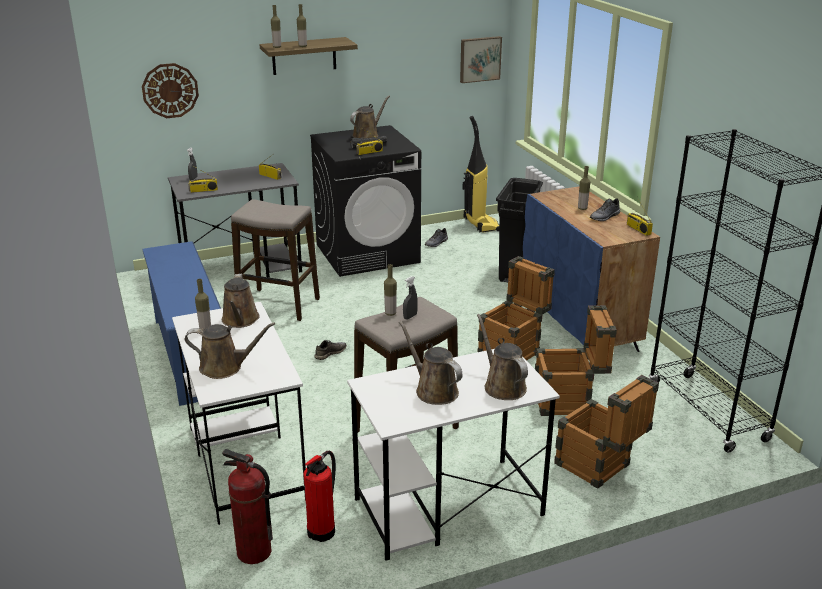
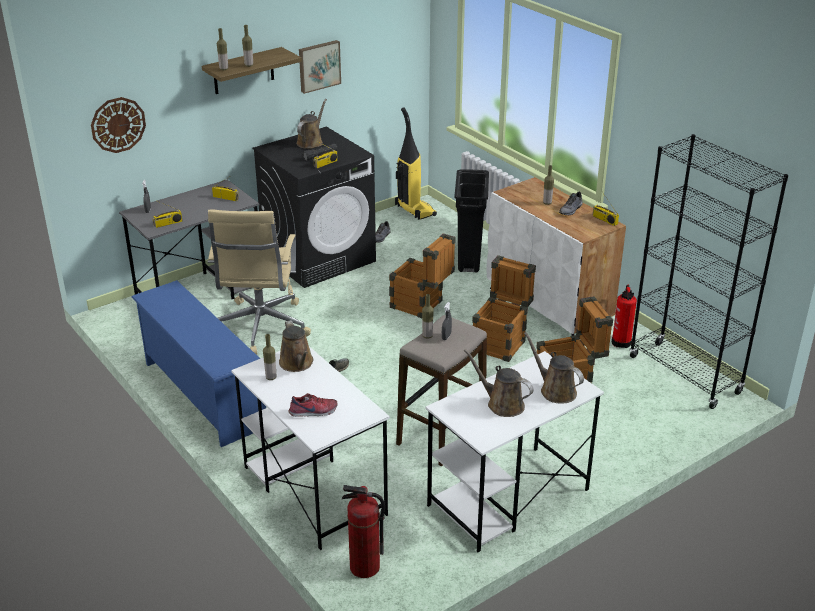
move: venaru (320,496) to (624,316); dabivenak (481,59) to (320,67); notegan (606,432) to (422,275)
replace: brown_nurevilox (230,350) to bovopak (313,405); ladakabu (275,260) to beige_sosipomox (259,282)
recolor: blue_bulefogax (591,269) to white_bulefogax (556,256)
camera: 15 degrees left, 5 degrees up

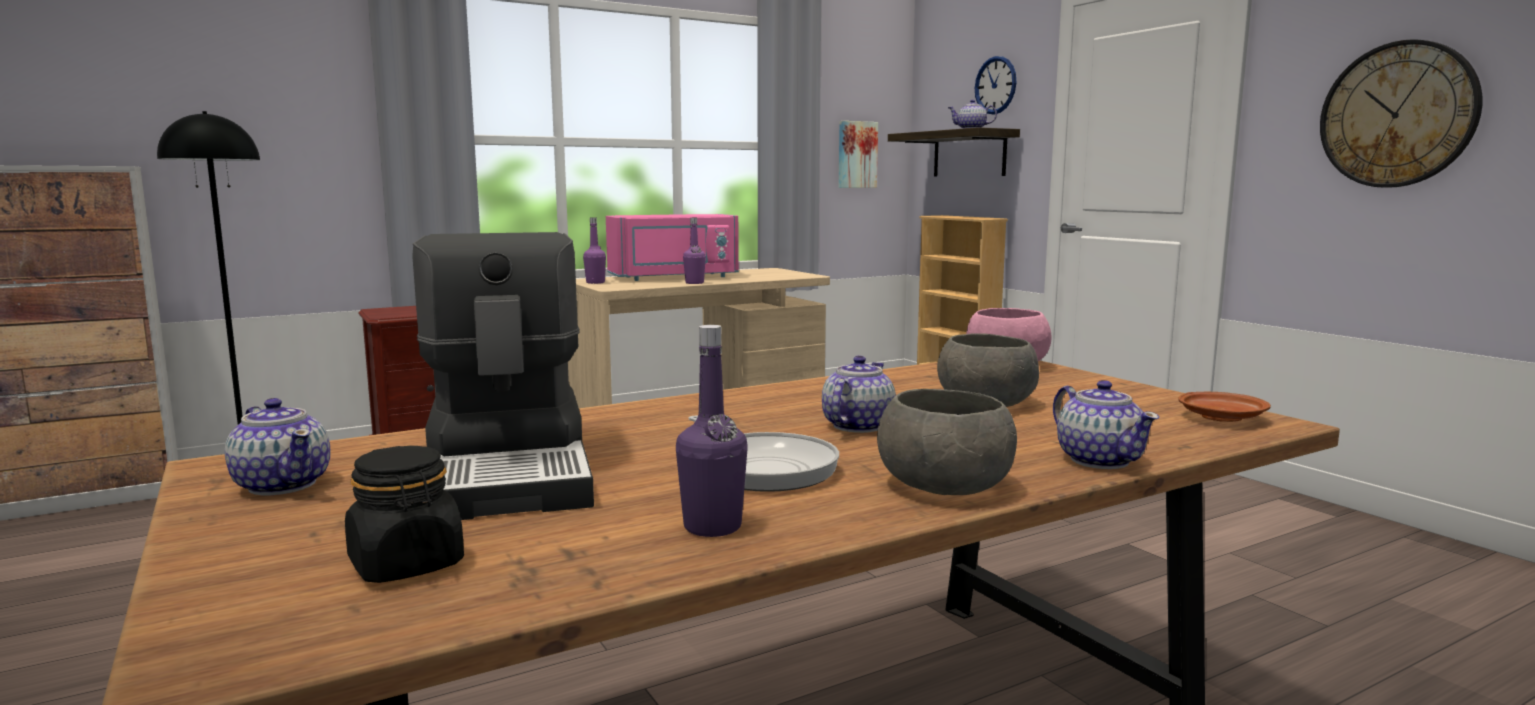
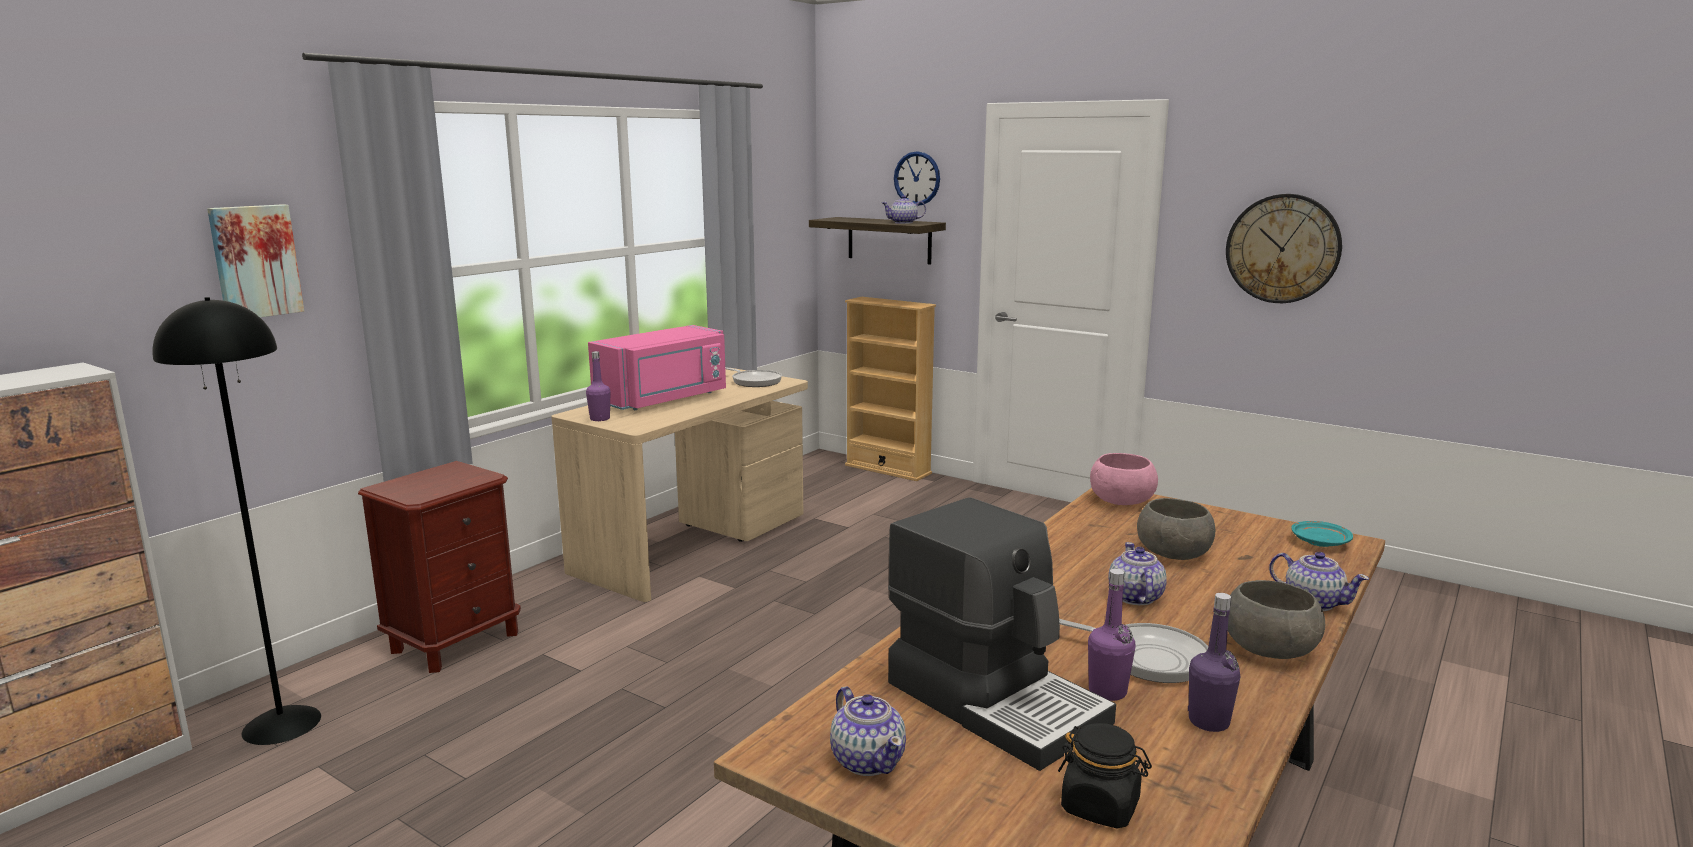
insert: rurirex (753,377)
move: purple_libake (694,251) to (1111,635); dabivenak (858,154) to (255,260)
recolor: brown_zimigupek (1225,407) to turquoise_zimigupek (1322,534)
rotate: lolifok (278,446) = (868,731) 45 degrees clockwise
camera: 25 degrees left, 5 degrees up

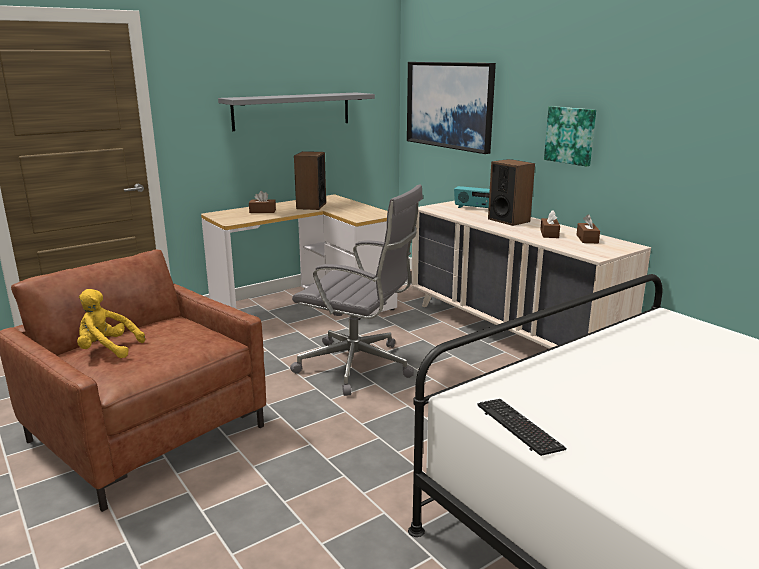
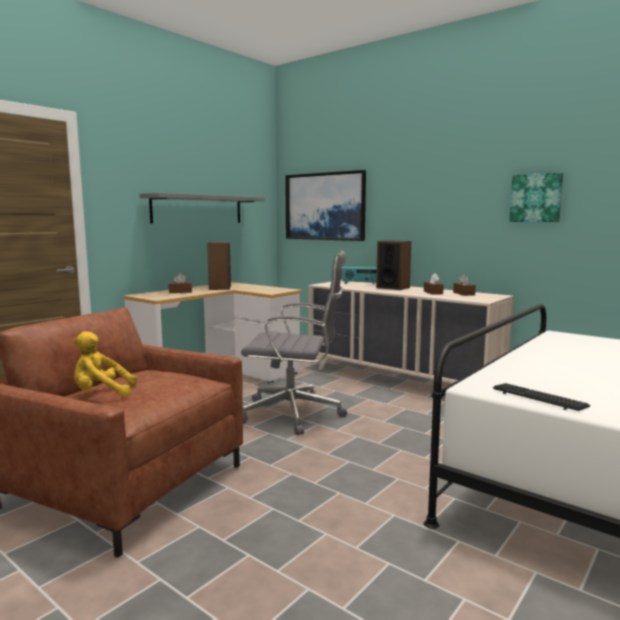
move: dabivenak (570,136) to (536,197)
camera: 15 degrees left, 10 degrees down

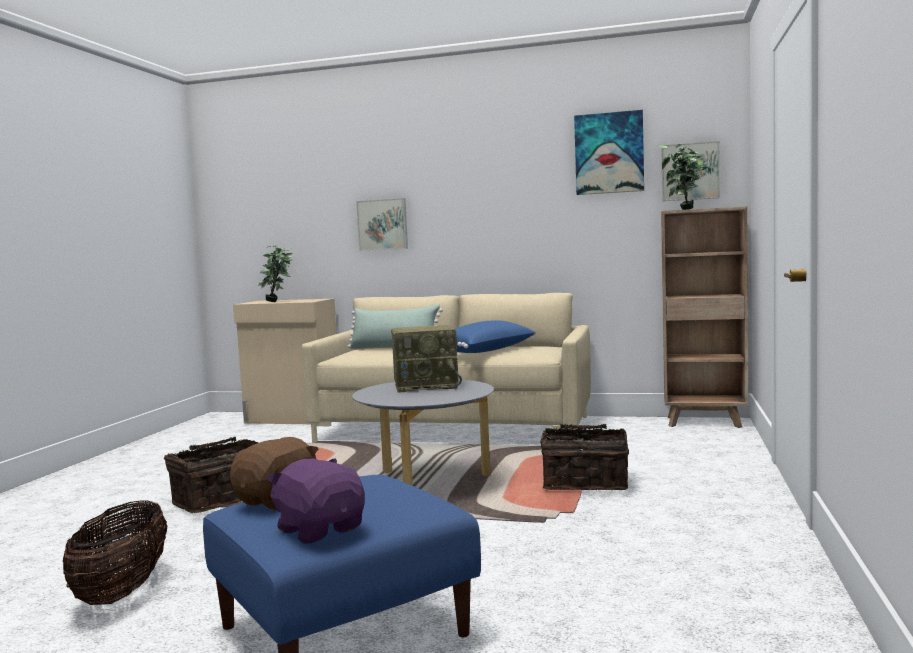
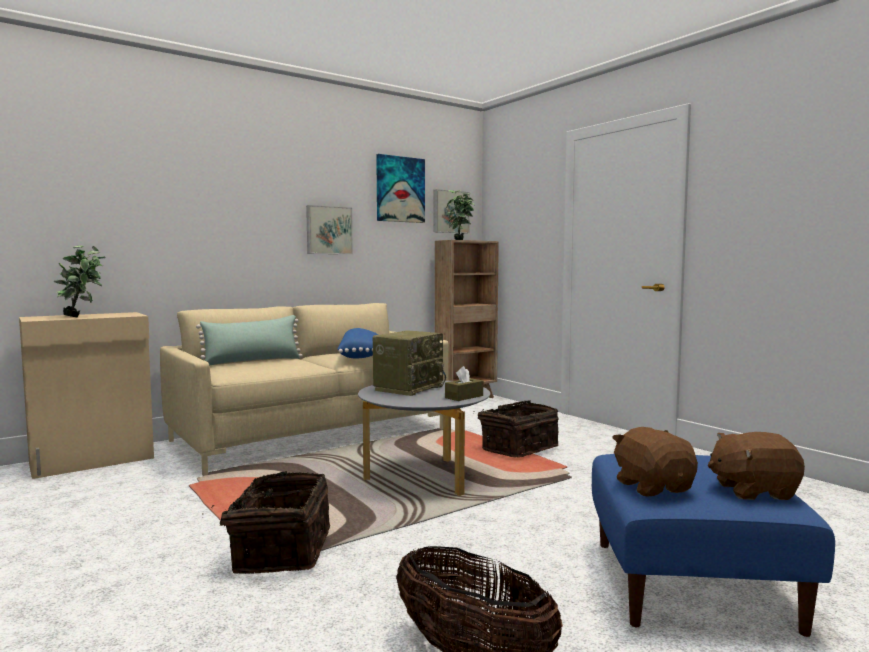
insert: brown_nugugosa (464,383)
move: dabivenak (382,224) to (329,229)
recolor: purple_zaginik (315,501) to brown_zaginik (756,466)
camera: 50 degrees left, 0 degrees up

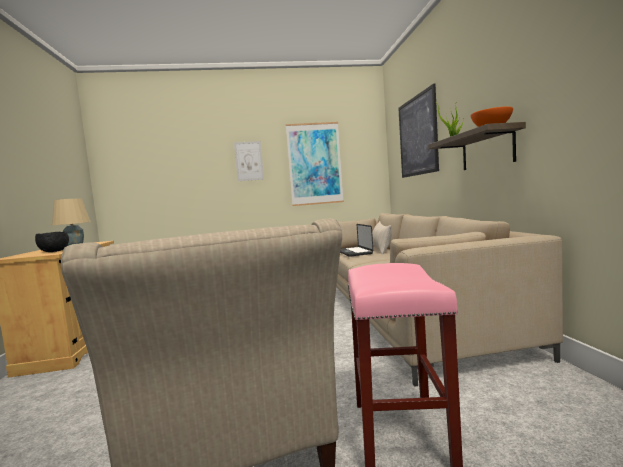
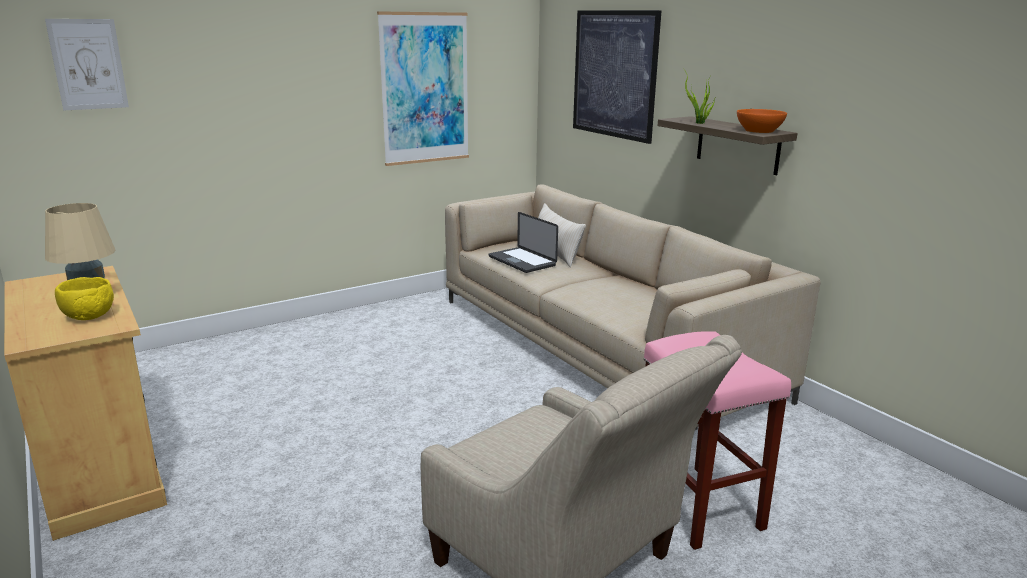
move: dabivenak (249,161) to (87,65)
recolor: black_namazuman (52,242) to yellow_namazuman (84,298)
camera: 25 degrees left, 15 degrees up

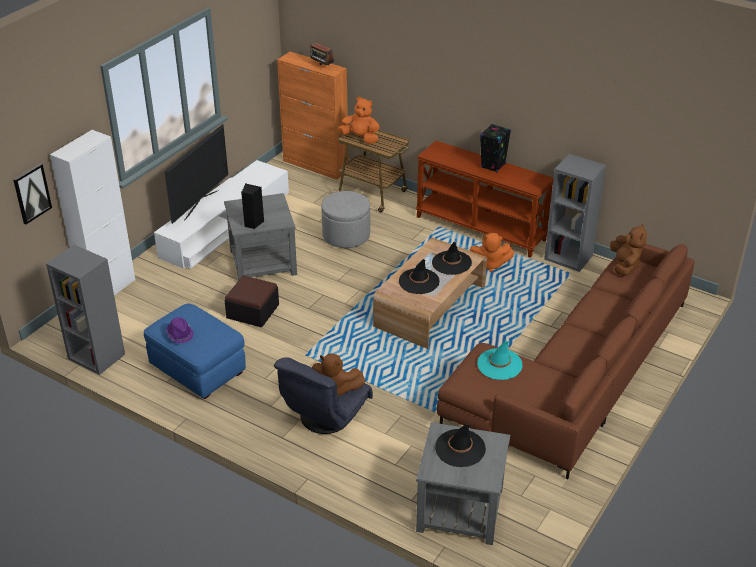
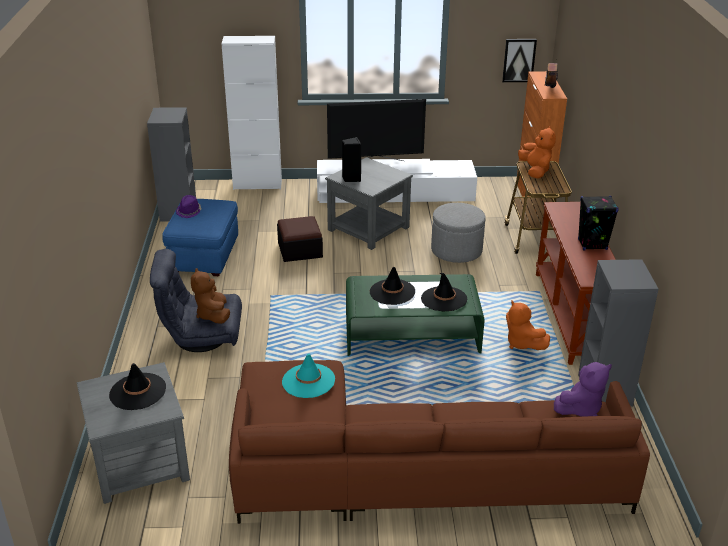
move: dabivenak (32,193) to (519,60)
recolor: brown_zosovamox (430,293) to green_zosovamox (415,315); brown_zaginik (628,250) to purple_zaginik (583,389)
camera: 55 degrees right, 5 degrees down

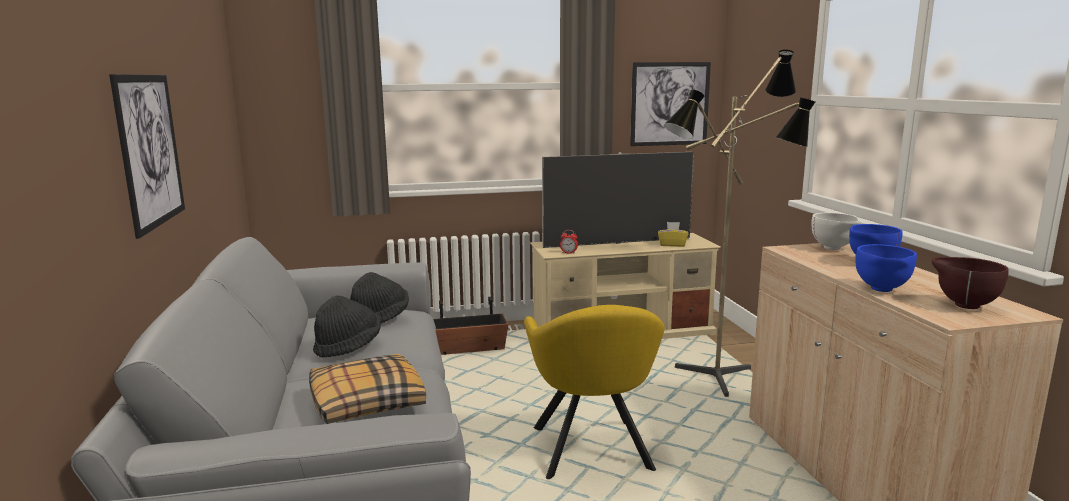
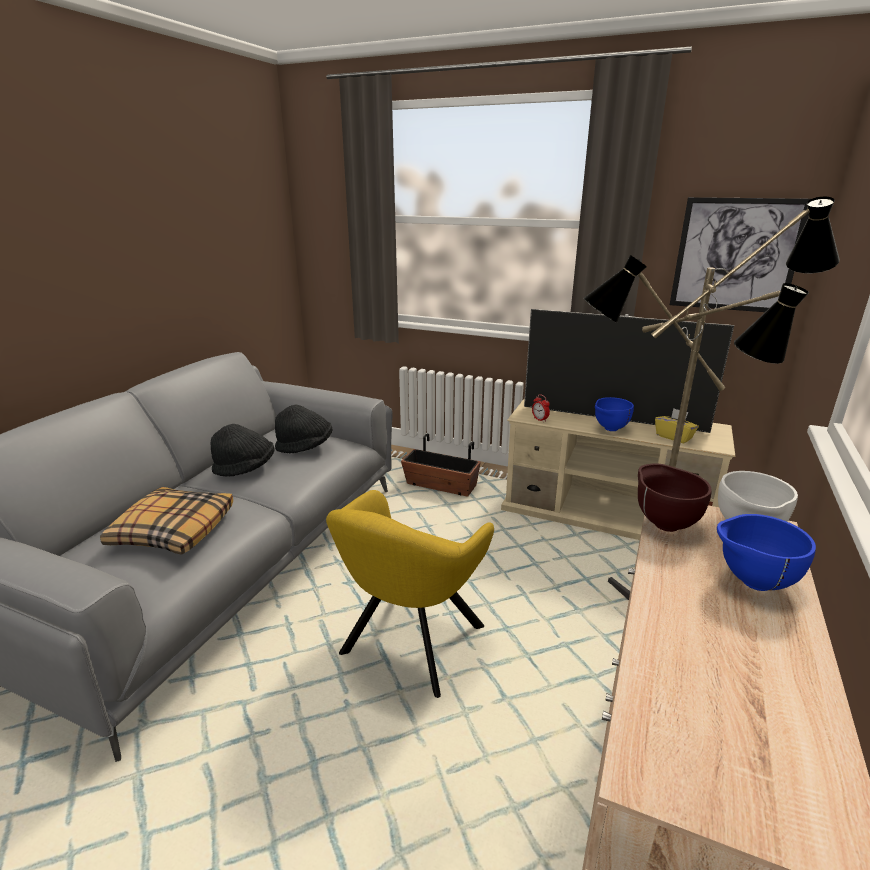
delete: dabivenak (147,156)
move: blue_namazuman (886,268) to (614,414); brown_namazuman (970,283) to (675,497)
camera: 35 degrees right, 10 degrees up

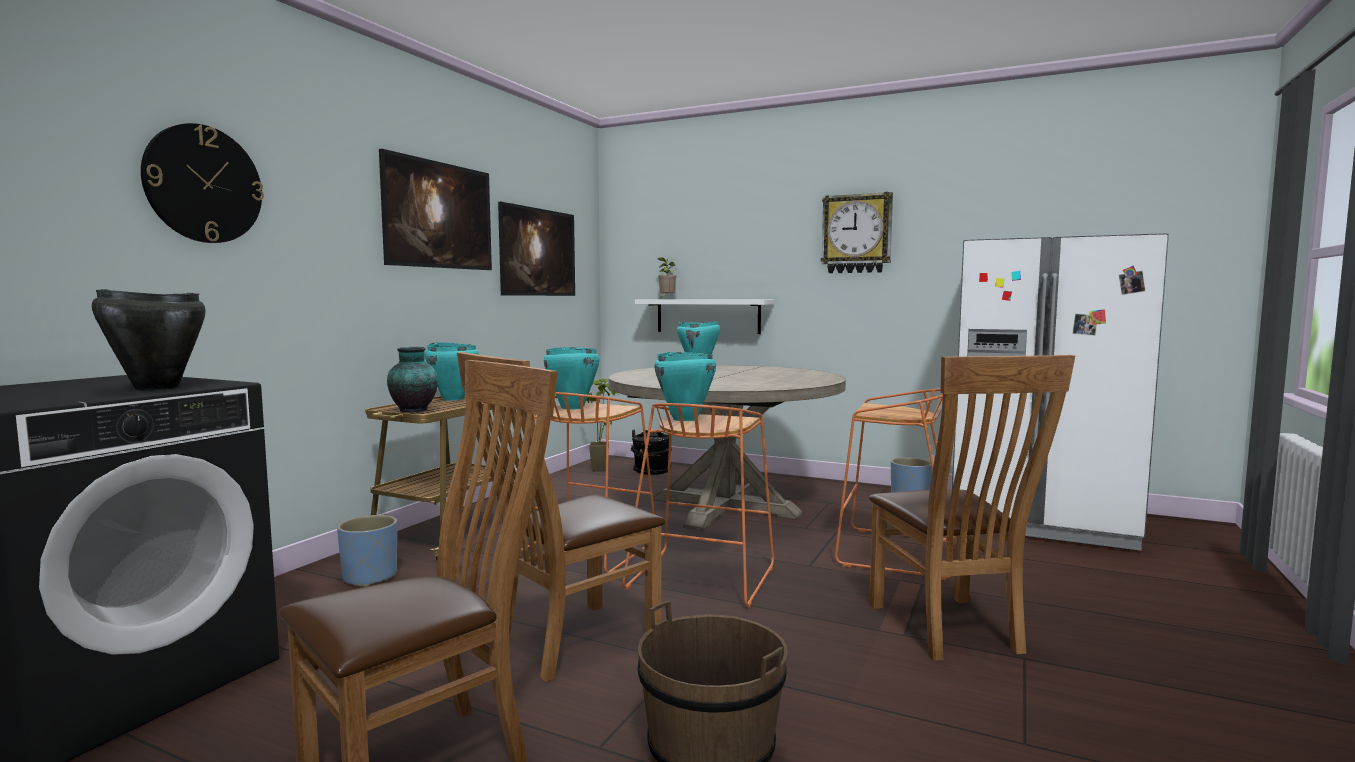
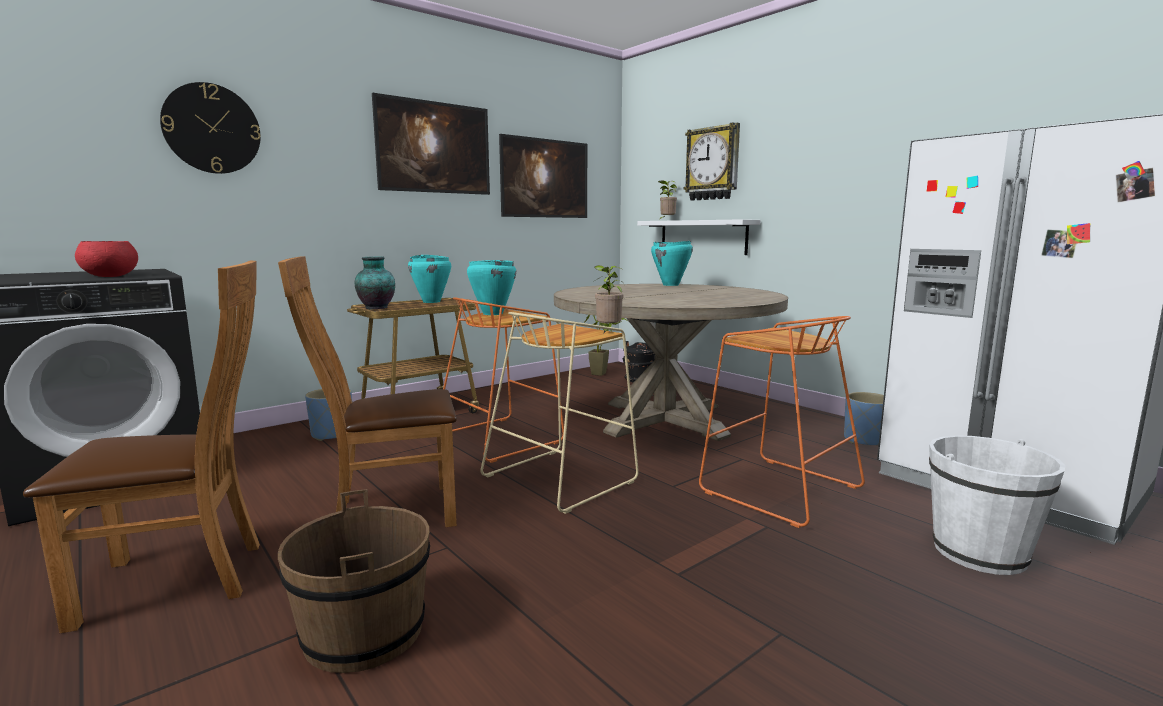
delete: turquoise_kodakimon (685,386); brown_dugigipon (972,508)
insert: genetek (609,299); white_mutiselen (997,505)
move: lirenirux (857,232) to (712,162)
replace: black_kodakimon (149,340) to red_namazuman (106,259)
recolor: orange_ladakabu (698,505) to beige_ladakabu (559,413)
camera: 25 degrees right, 5 degrees up

